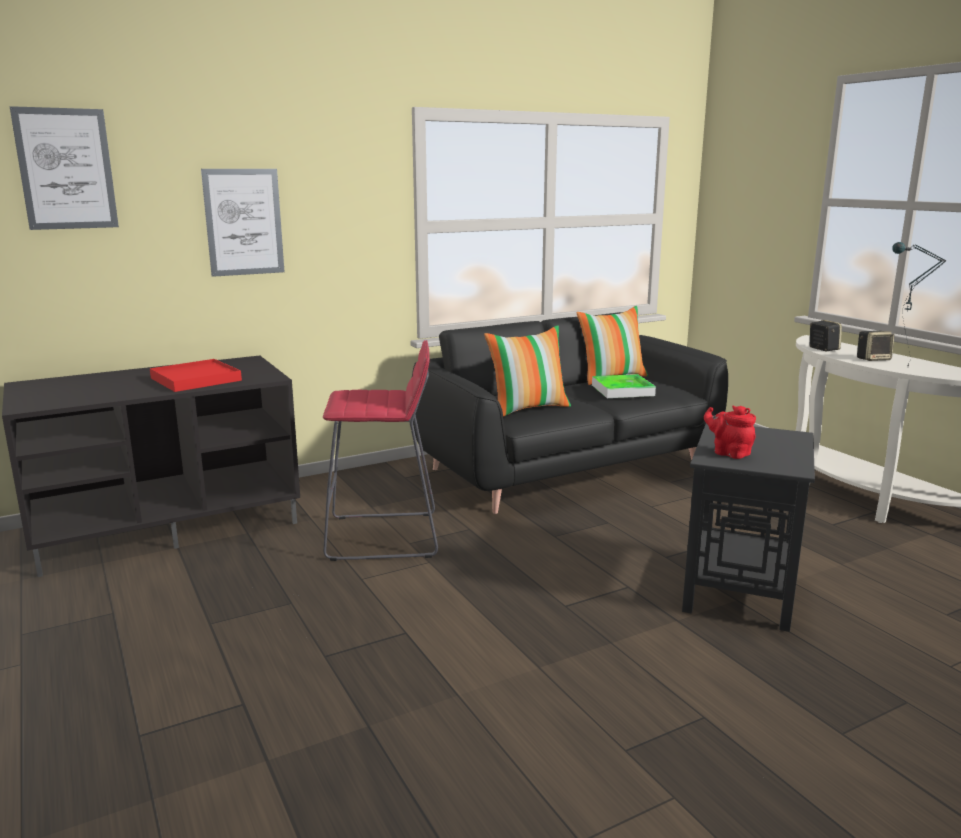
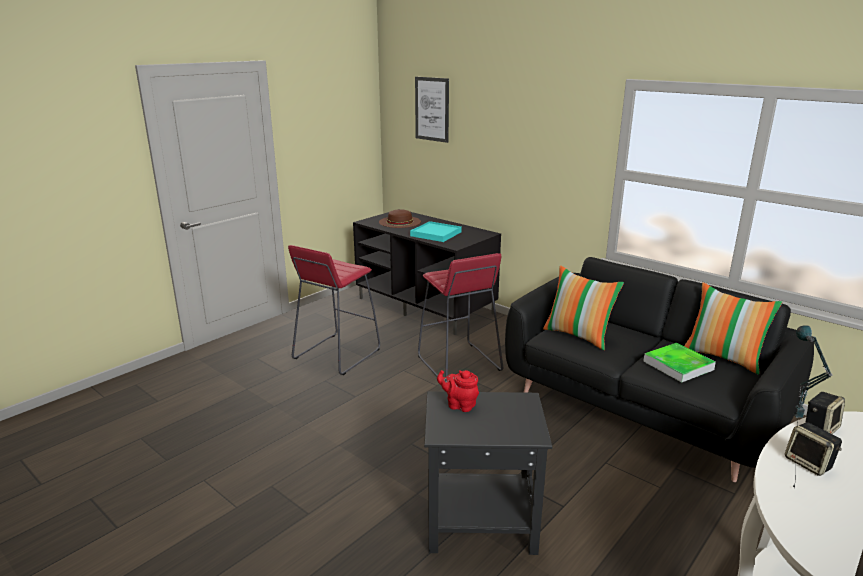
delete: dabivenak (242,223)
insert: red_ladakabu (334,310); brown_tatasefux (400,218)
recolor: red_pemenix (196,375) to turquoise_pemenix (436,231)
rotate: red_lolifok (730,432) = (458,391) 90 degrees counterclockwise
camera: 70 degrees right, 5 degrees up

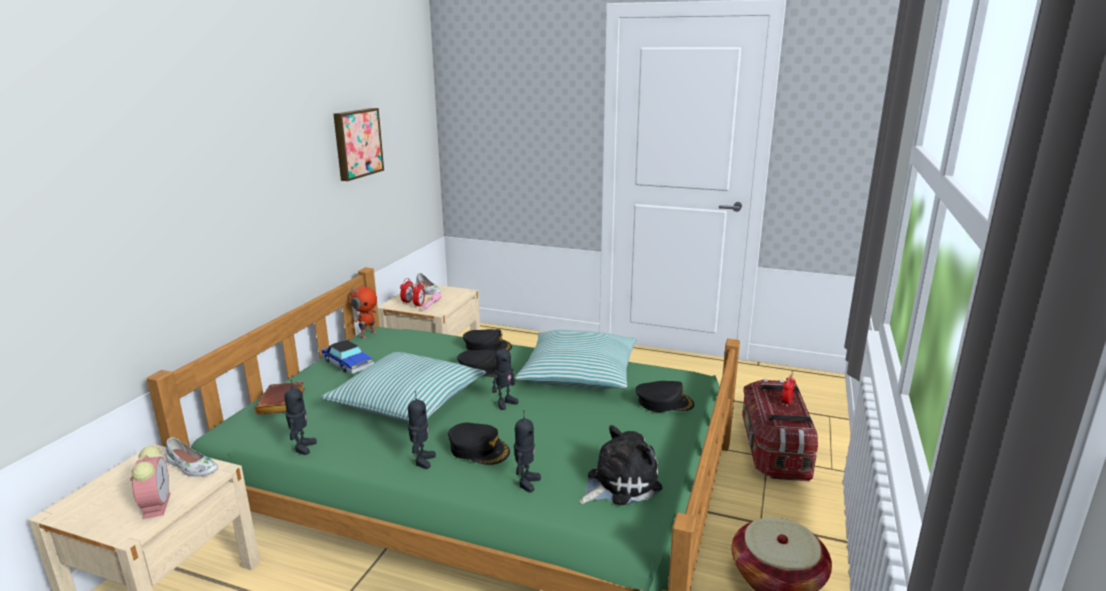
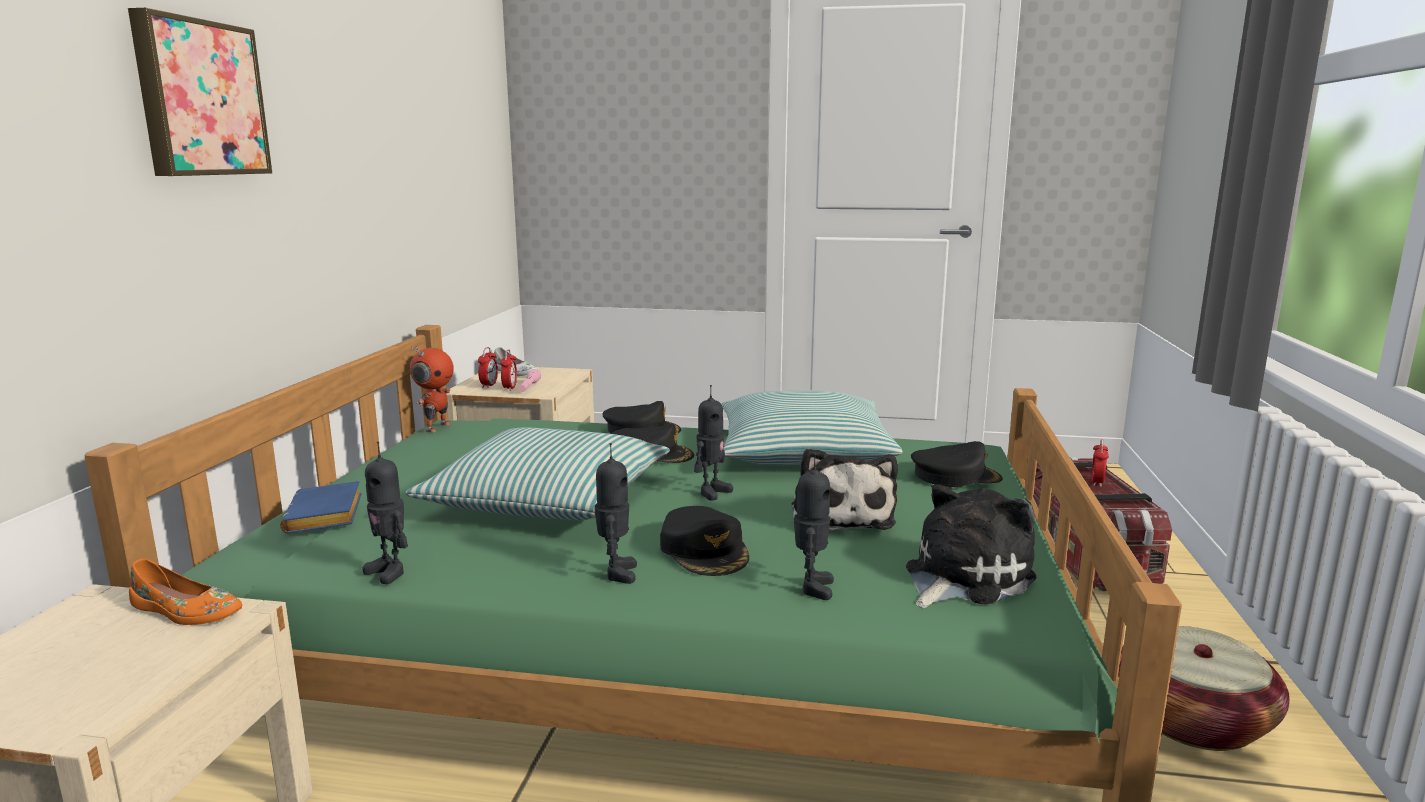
delete: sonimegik (150,482); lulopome (347,357)
insert: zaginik (845,489)
move: dabivenak (358,144) to (200,92)
recolor: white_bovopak (191,457) to orange_bovopak (185,592); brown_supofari (279,398) to blue_supofari (321,507)
rotate: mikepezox (301,417) = (385,513) 135 degrees clockwise; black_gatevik (479,444) = (704,541) 45 degrees clockwise
camera: 10 degrees left, 5 degrees down

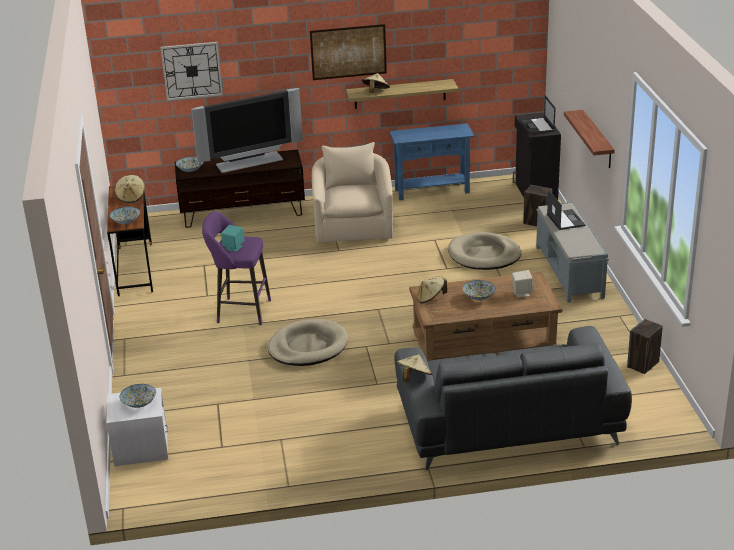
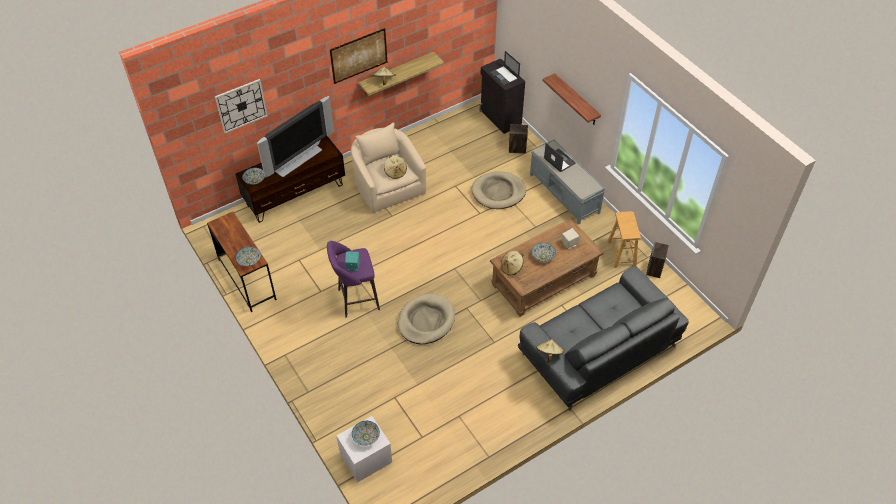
delete: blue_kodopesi (431,162)
insert: brown_ladakabu (624,239)
move: beige_tatasefux (129,189) to (395,167)
camera: 25 degrees left, 20 degrees up

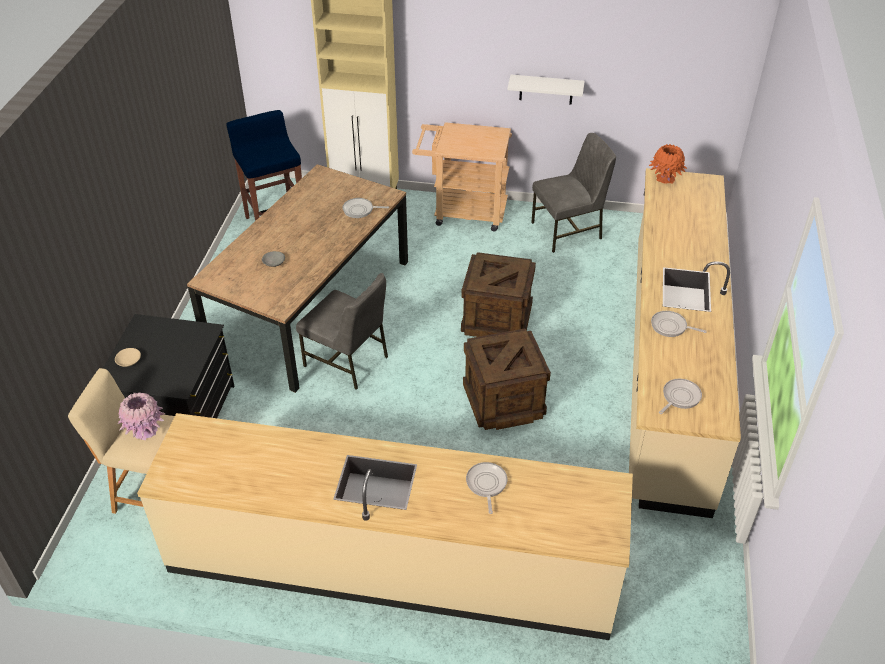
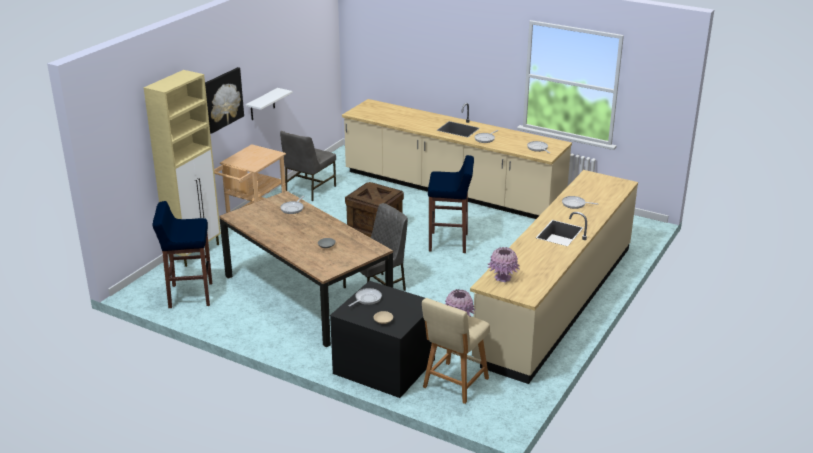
delete: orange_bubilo (668,164)
insert: dabivenak (224,100); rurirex (365,297); pink_bubilo (503,264)
replace: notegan (507,379) to blue_ladakabu (451,204)
rotate: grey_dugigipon (573,193) = (308,166) 150 degrees counterclockwise
camera: 70 degrees left, 15 degrees down

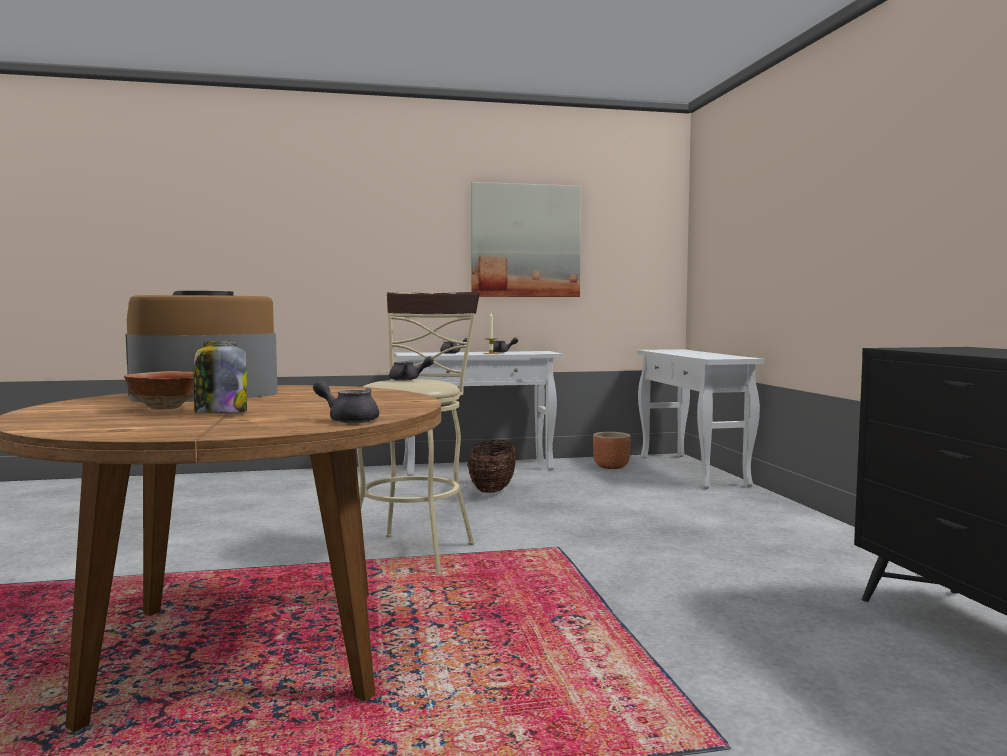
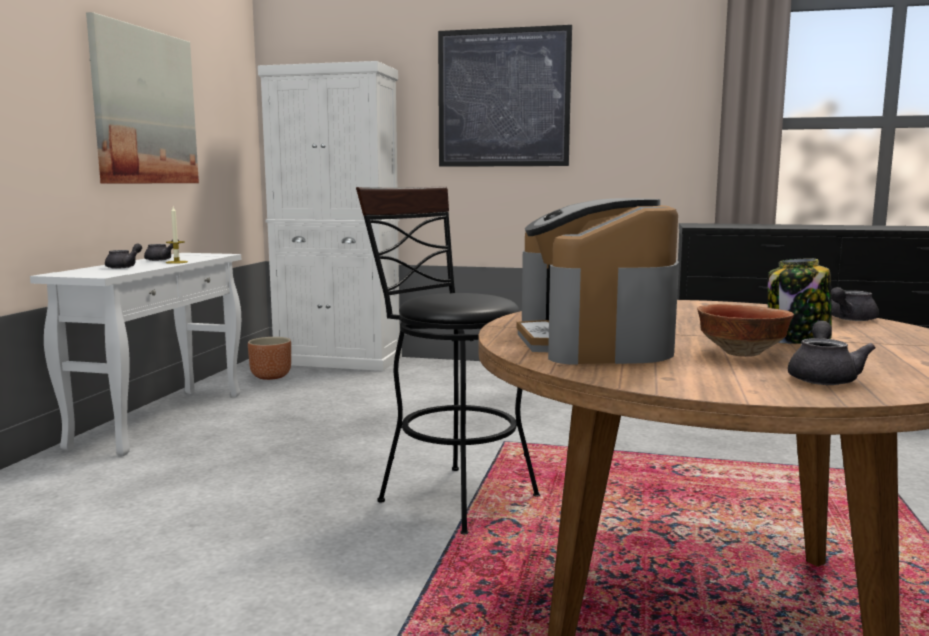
delete: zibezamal (492,466)
insert: dabivenak (505,96)
move: grey_lolifok (411,368) to (832,353)
replace: white_kodopesi (700,419) to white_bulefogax (330,216)
recolor: beige_ladakabu (418,433) to black_ladakabu (448,360)
camera: 65 degrees left, 5 degrees up

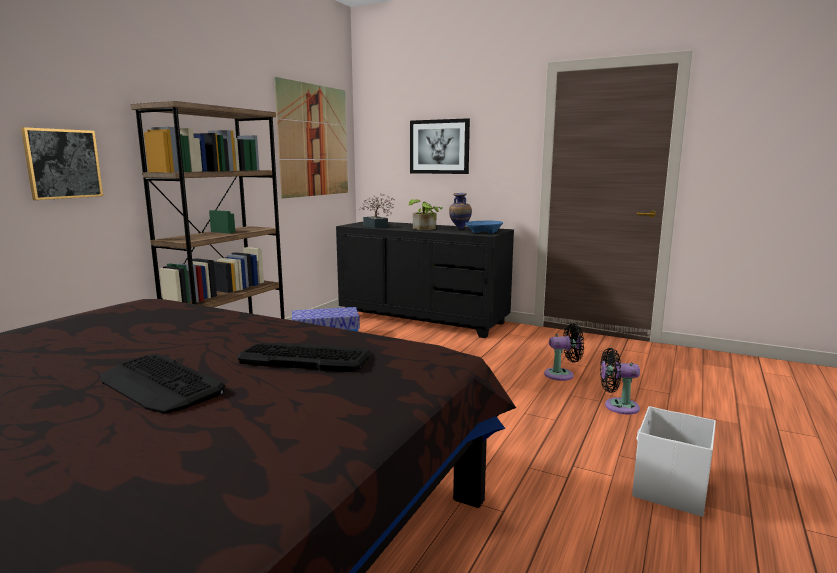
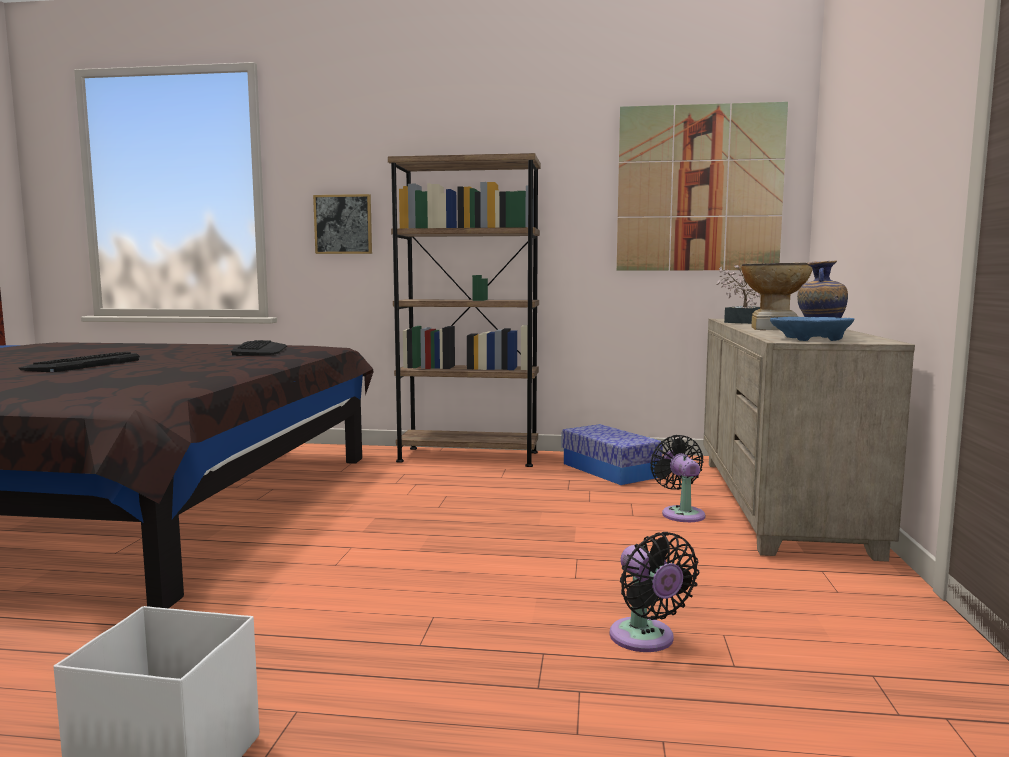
delete: dabivenak (440,146)
move: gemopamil (303,357) to (259,348); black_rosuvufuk (620,381) to (677,478)
replace: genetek (426,214) to bubilo (776,296)
recolor: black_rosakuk (425,280) to beige_rosakuk (809,440)
camera: 70 degrees right, 5 degrees down

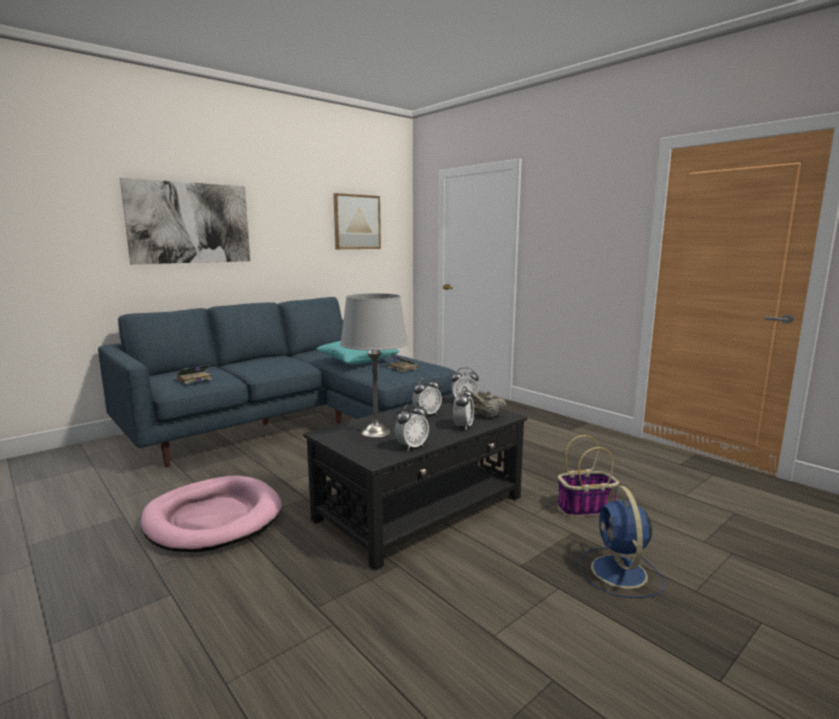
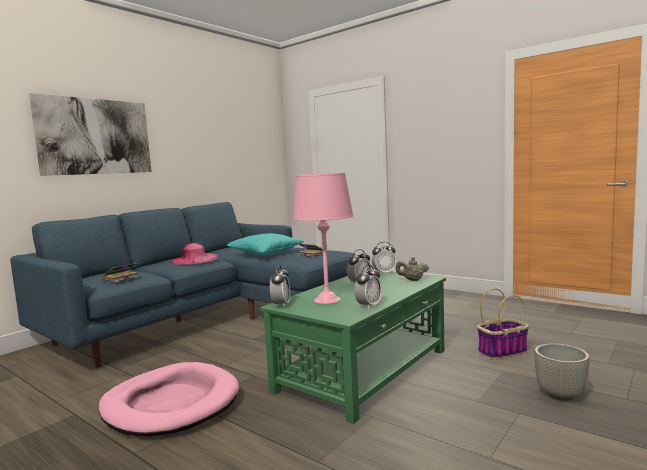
delete: dabivenak (357,221)
insert: pink_tatasefux (194,254)
move: sonimegik (463,408) to (280,286)
replace: blue_rosuvufuk (622,542) to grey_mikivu (562,372)
recolor: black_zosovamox (415,482) to green_zosovamox (353,347); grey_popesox (374,365) to pink_popesox (323,238)
camera: 10 degrees left, 5 degrees down

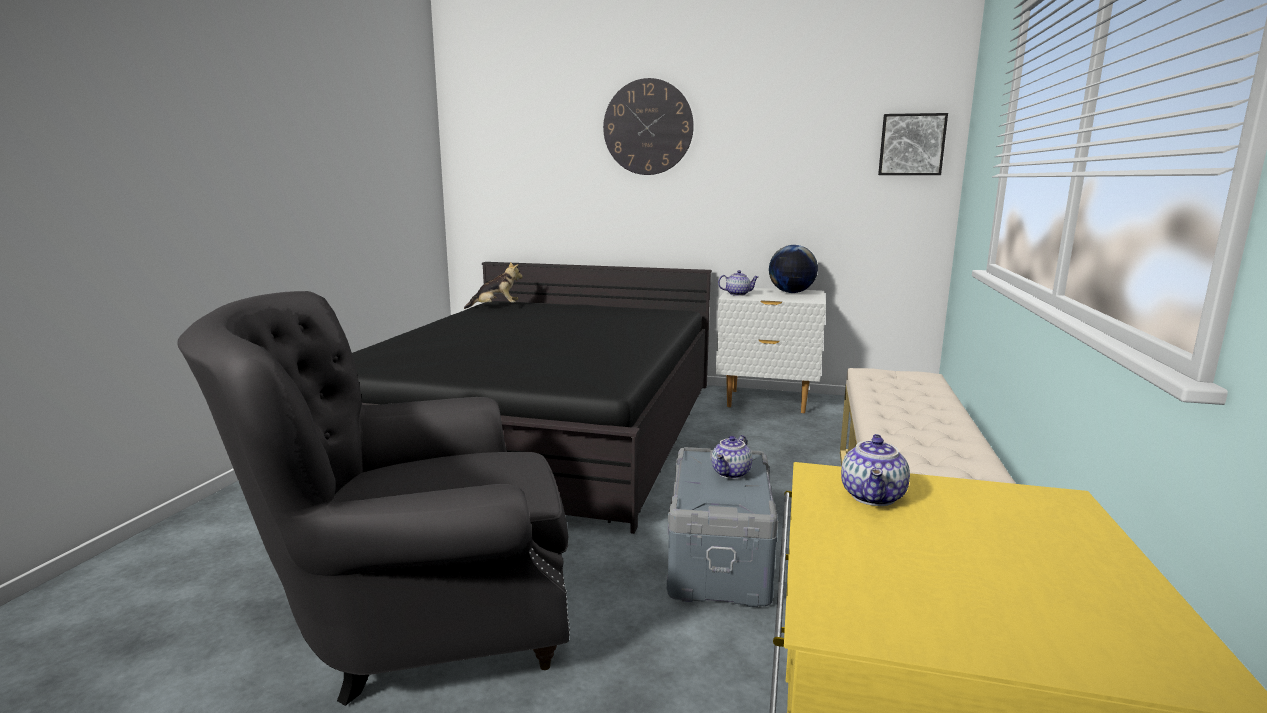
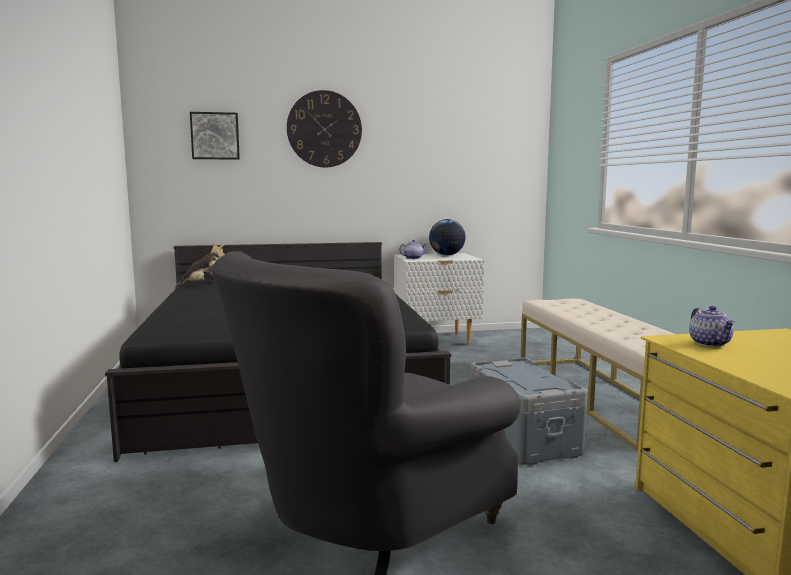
delete: lolifok (731,457)
move: dabivenak (913,144) to (215,136)
camera: 25 degrees left, 5 degrees down

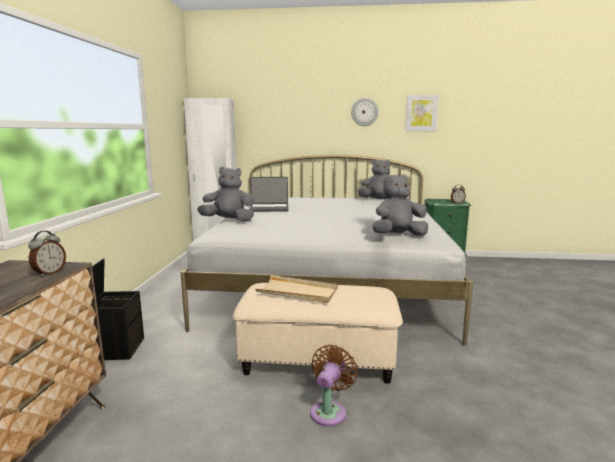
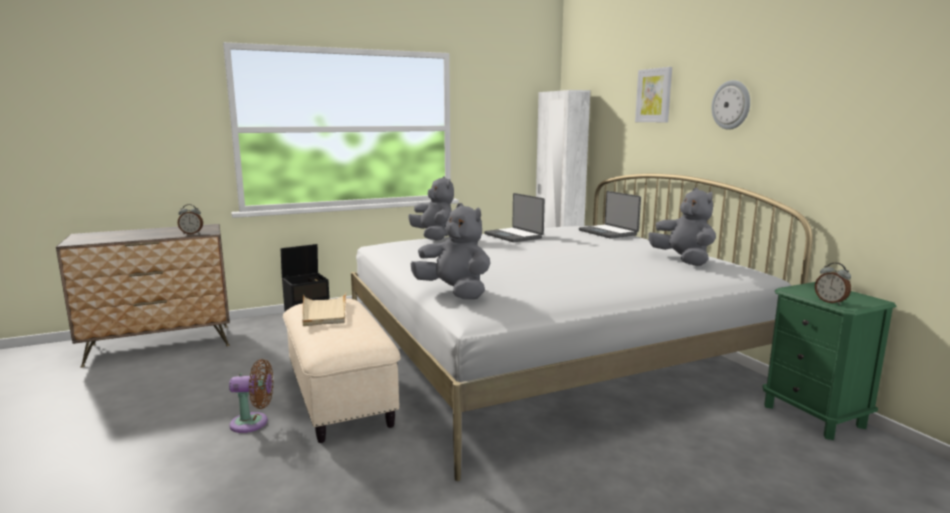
insert: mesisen (610,215)
move: dabivenak (422,113) to (653,94)
camera: 60 degrees right, 0 degrees up

